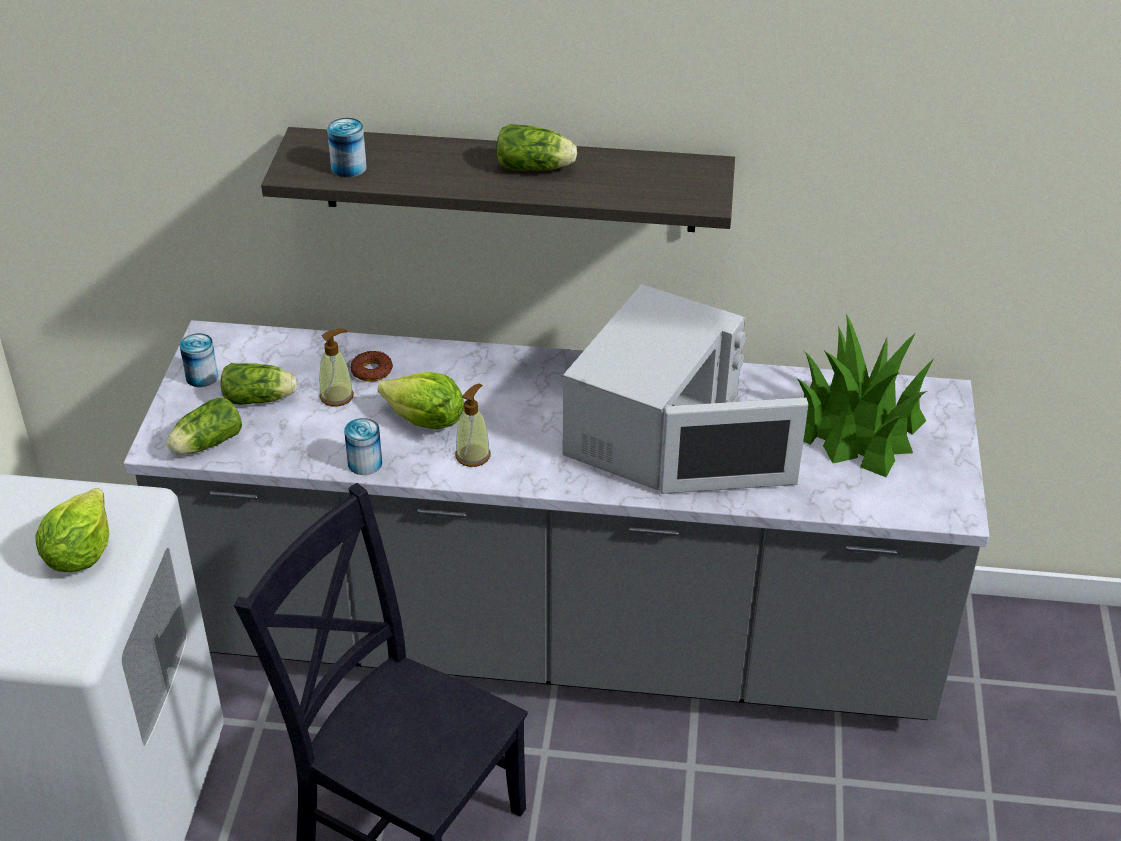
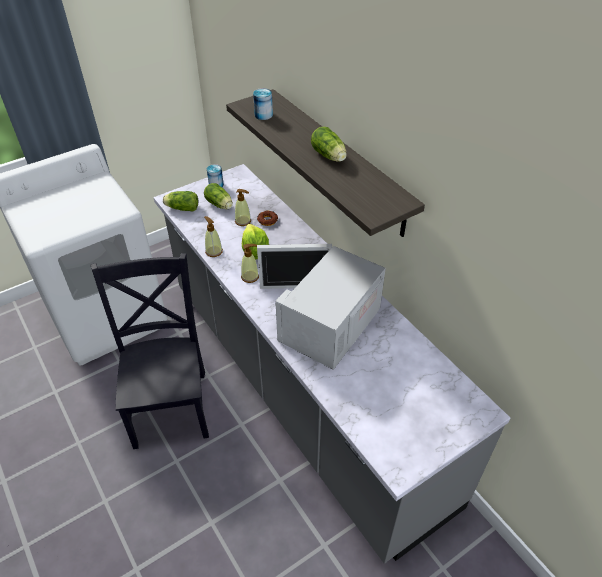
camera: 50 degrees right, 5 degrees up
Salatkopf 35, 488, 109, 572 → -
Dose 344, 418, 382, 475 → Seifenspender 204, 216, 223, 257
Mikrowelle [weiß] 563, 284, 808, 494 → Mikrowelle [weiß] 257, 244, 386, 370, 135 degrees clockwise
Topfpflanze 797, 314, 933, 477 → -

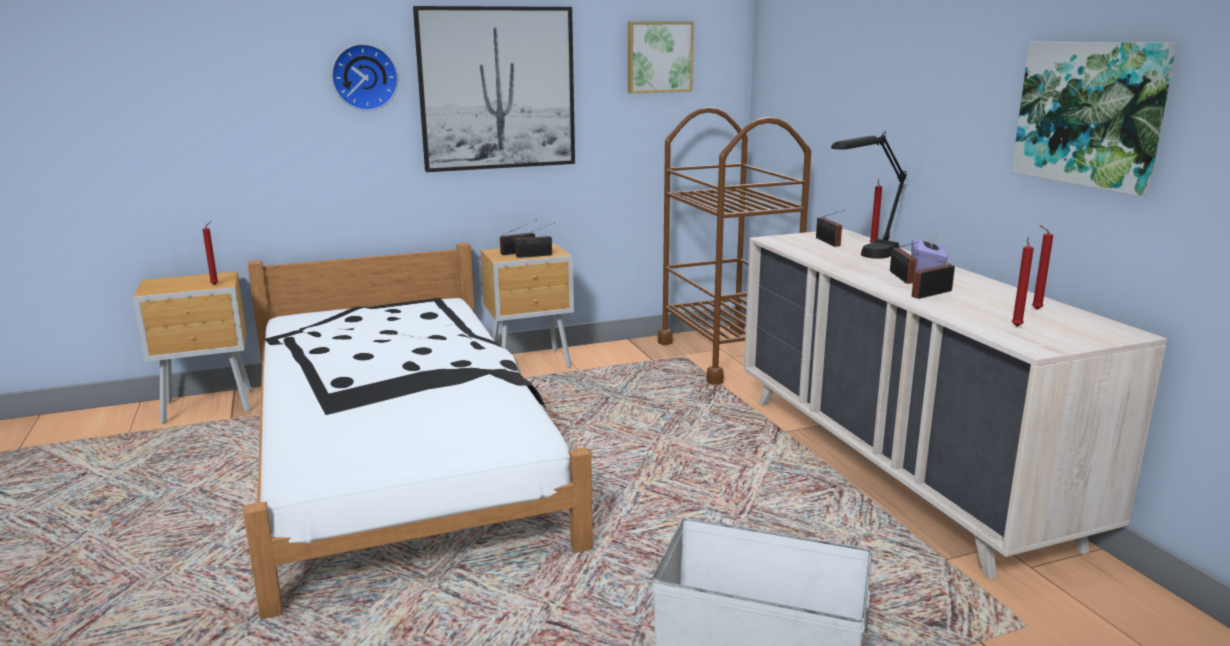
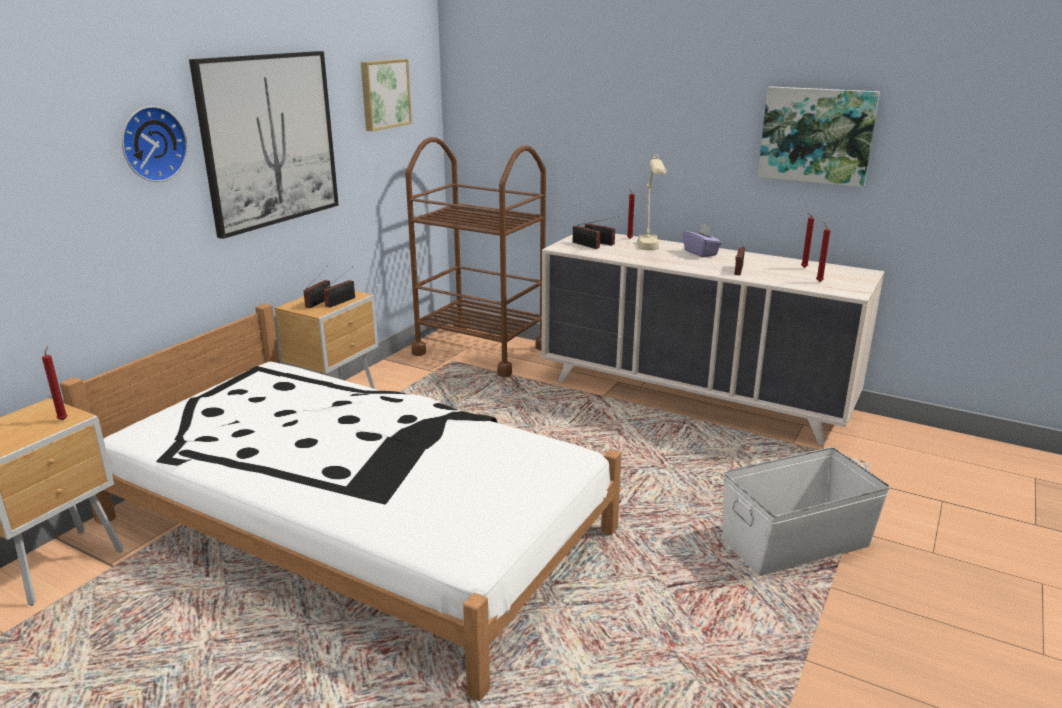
camera: 40 degrees left, 5 degrees up
Tischlampe [schwarz] 831, 132, 906, 259 → Tischlampe [beige] 637, 154, 666, 250
Radio 890, 241, 919, 283 → Radio 573, 220, 601, 249, moved

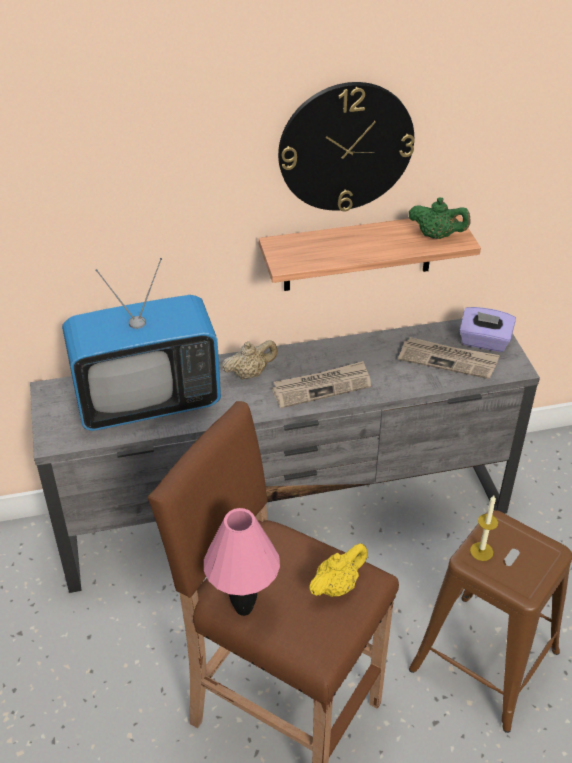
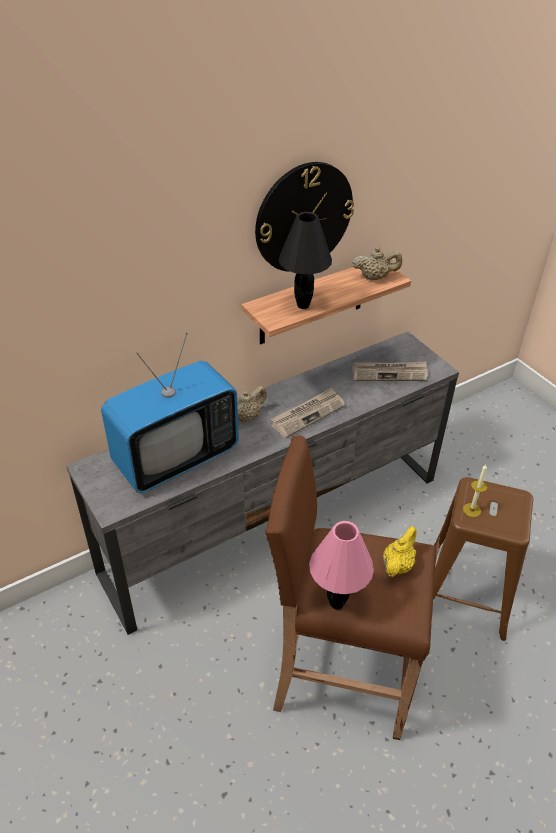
camera: 20 degrees left, 0 degrees up
Teekanne [grün] 408, 197, 471, 239 → Teekanne [beige] 352, 247, 402, 280
Taschentuchbox [lila] 459, 307, 516, 352 → -
- → Tischlampe [schwarz] 279, 212, 332, 309

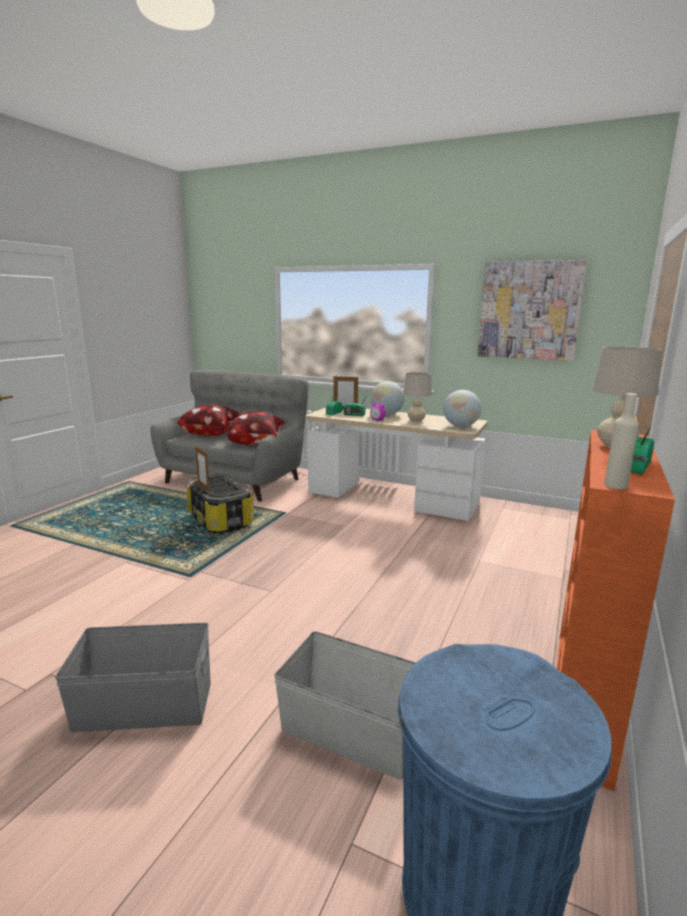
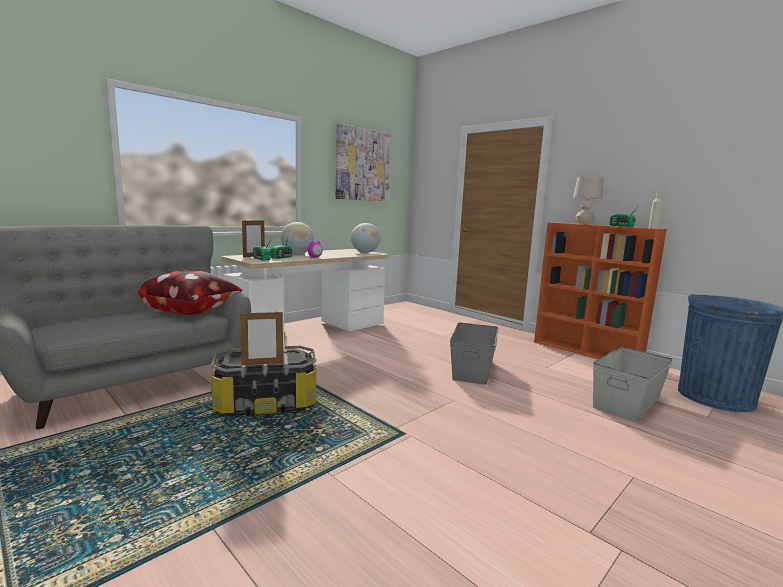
camera: 70 degrees left, 5 degrees down
Aufbewahrungsbox [grau] 55, 623, 211, 732 → Aufbewahrungsbox [grau] 450, 322, 498, 385, moved
Kissen 177, 404, 239, 436 → -
Tischlampe [beige] 403, 372, 432, 422 → -

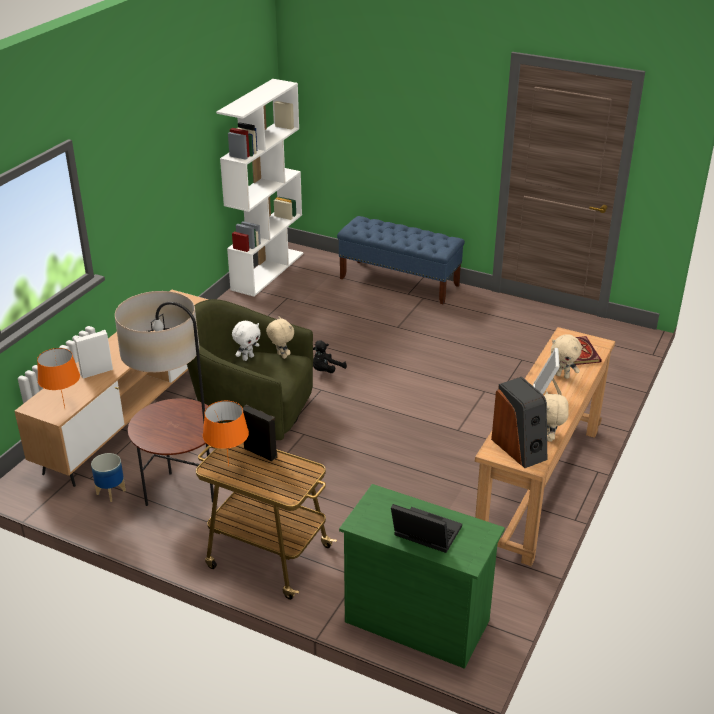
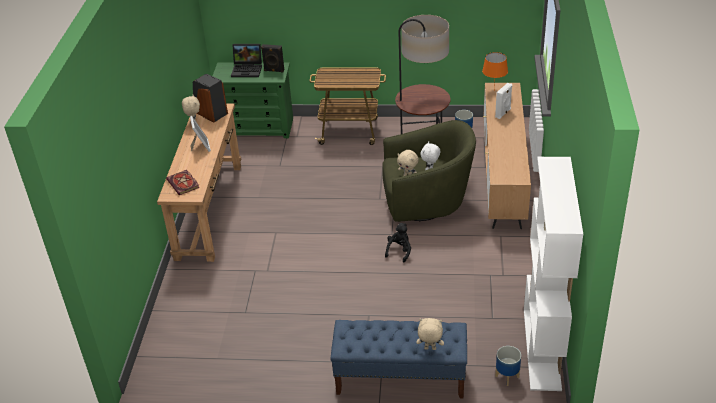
camera: 160 degrees right, 5 degrees up
Tischlampe [orange] 203, 401, 249, 466 → -
Lautsprecher [schwarz] 243, 405, 277, 461 → Lautsprecher [schwarz] 261, 44, 284, 72, moved
Plüschtier [beige] 551, 334, 582, 379 → Plüschtier [beige] 417, 318, 444, 350, moved
- → Pflanzkübel 495, 346, 521, 386

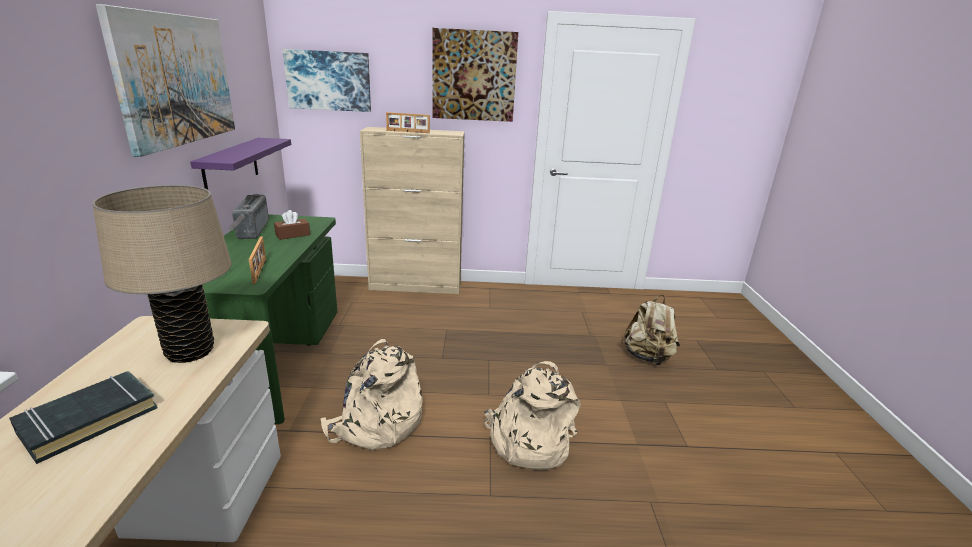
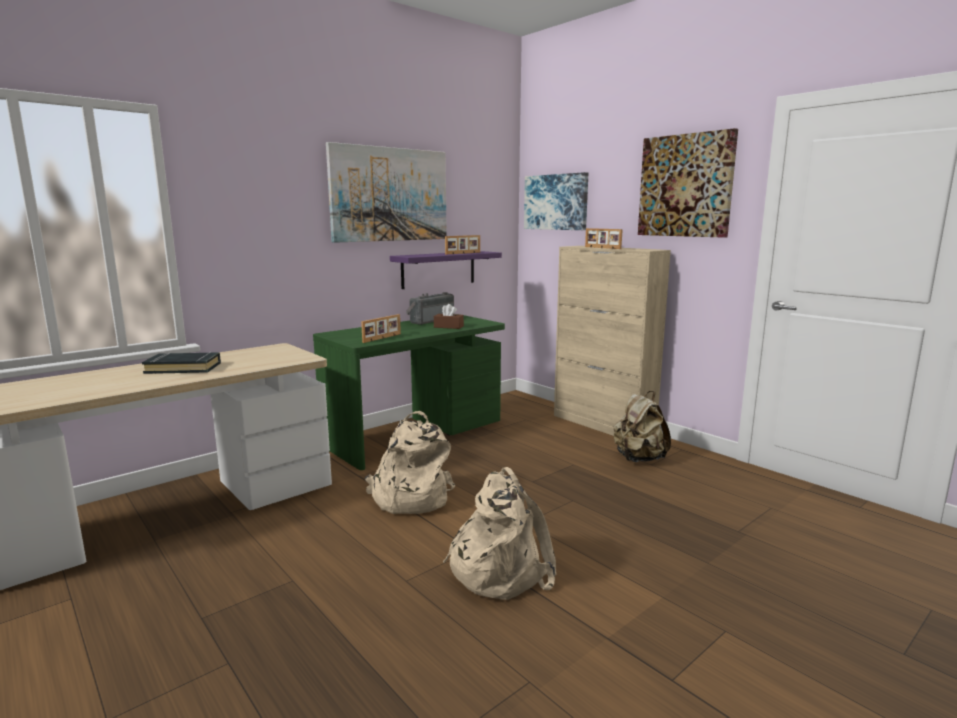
camera: 50 degrees right, 10 degrees down
Tischlampe [beige] 92, 185, 232, 363 → -
Rucksack [beige] 621, 295, 680, 365 → Rucksack [beige] 613, 391, 671, 462, moved
- → Bilderrahmen 445, 235, 480, 254

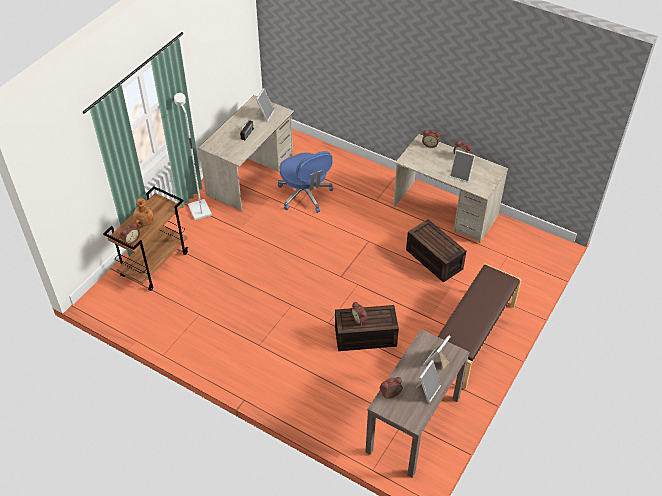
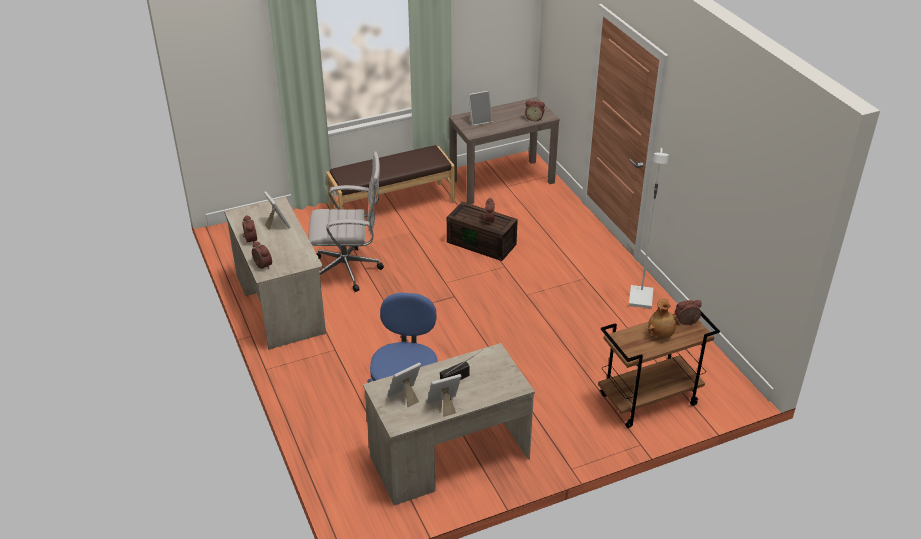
camera: 145 degrees left, 10 degrees down
Stehlampe [weiß] 174, 93, 212, 220 → Stehlampe [weiß] 629, 148, 669, 309, moved
Aufbewahrungsbox [braun] 406, 219, 466, 282 → Bürostuhl [weiß] 309, 152, 384, 292
Bilderrahmen 415, 360, 441, 403 → Bilderrahmen 427, 374, 461, 417, moved

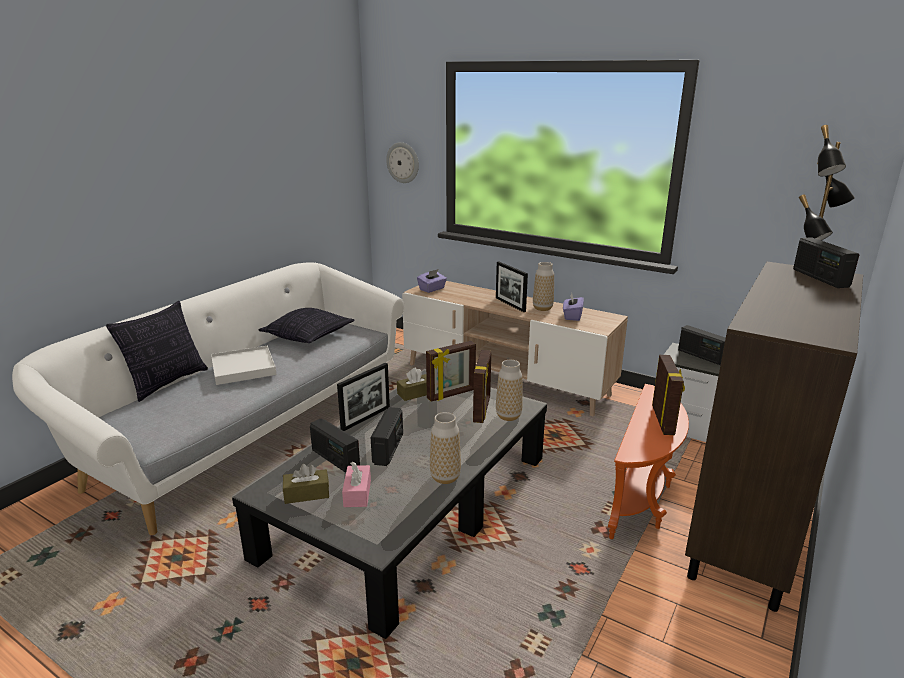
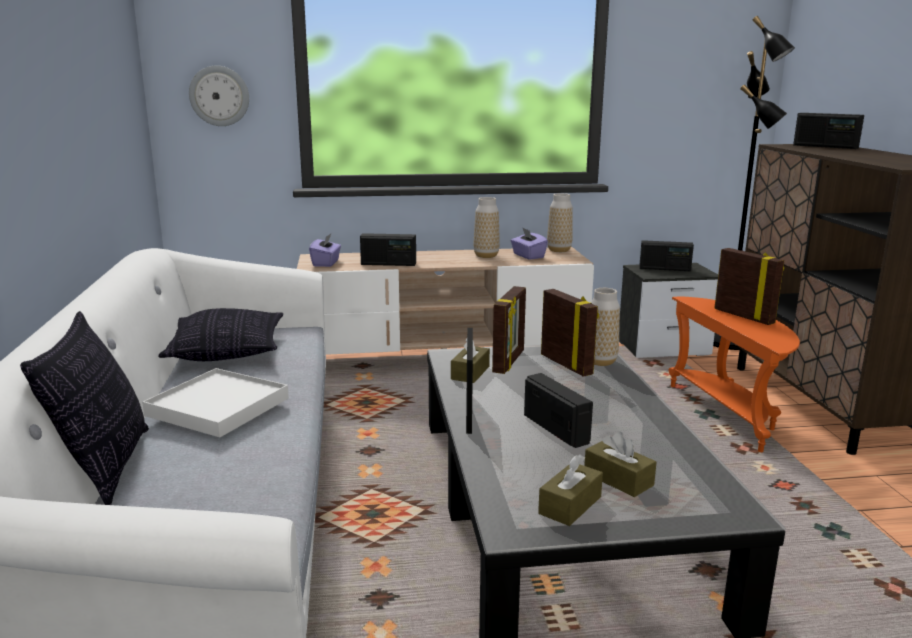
camera: 40 degrees left, 5 degrees down
Radio 310, 418, 360, 473 → Radio 360, 233, 416, 266, moved
Taschentuchbox [rosa] 342, 462, 371, 507 → Taschentuchbox [braun] 584, 431, 656, 497
Vase 430, 412, 461, 484 → Vase 547, 193, 573, 252, moved
Bilderrahmen 496, 261, 528, 312 → -

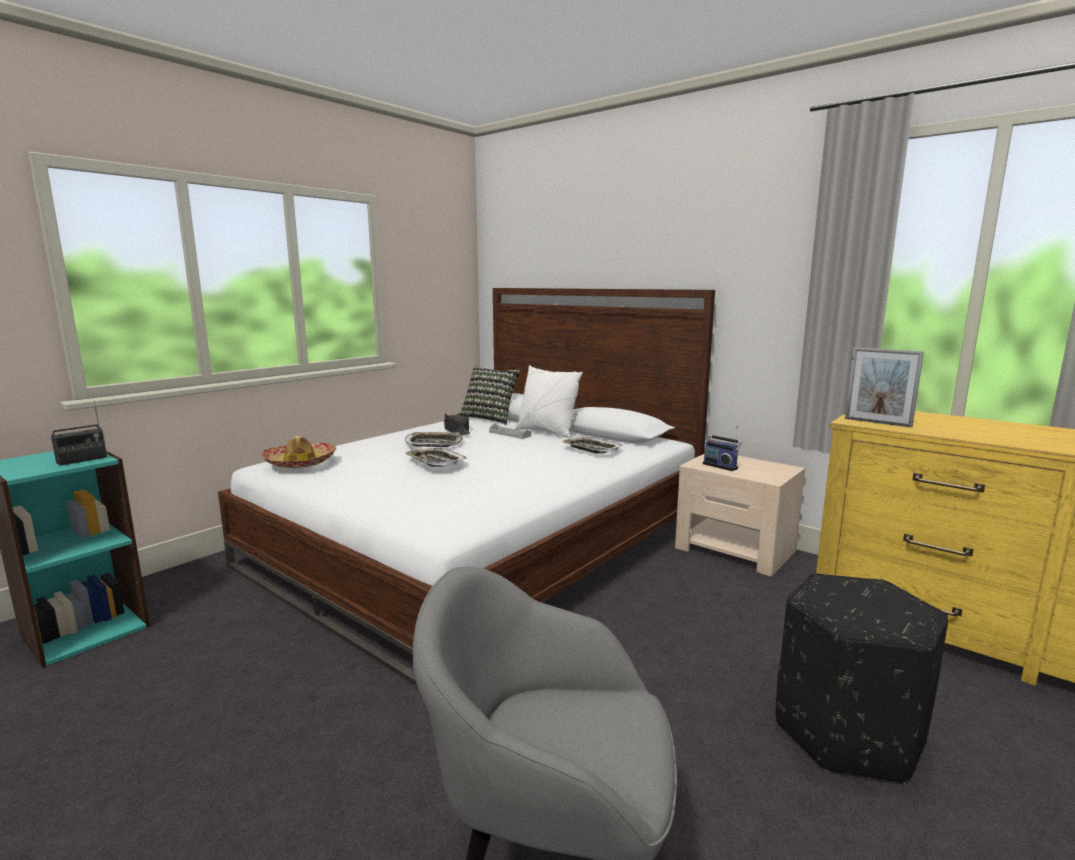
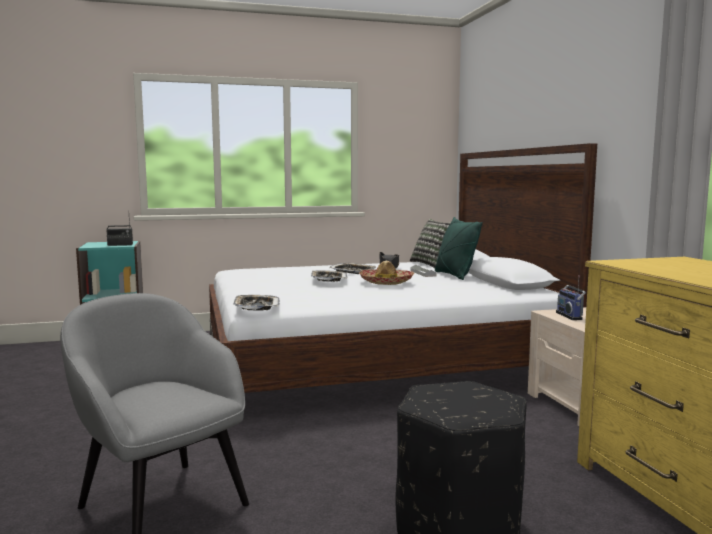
camera: 35 degrees right, 5 degrees down
Hut 261, 436, 336, 468 → Hut 359, 261, 414, 285, moved
Kissen [weiß] 515, 365, 583, 438 → Kissen [grün] 435, 217, 483, 280
Tablett 562, 437, 622, 453 → Tablett 234, 295, 280, 311, moved
Bilderrahmen 845, 347, 924, 427 → -

